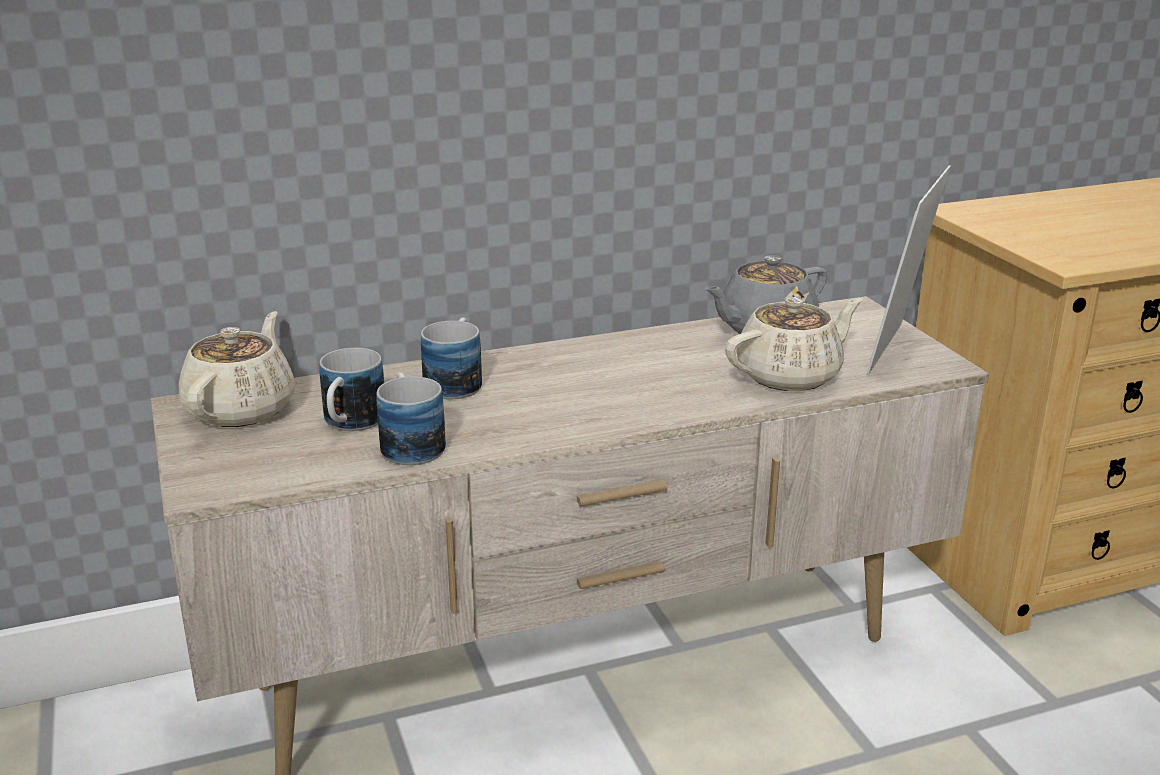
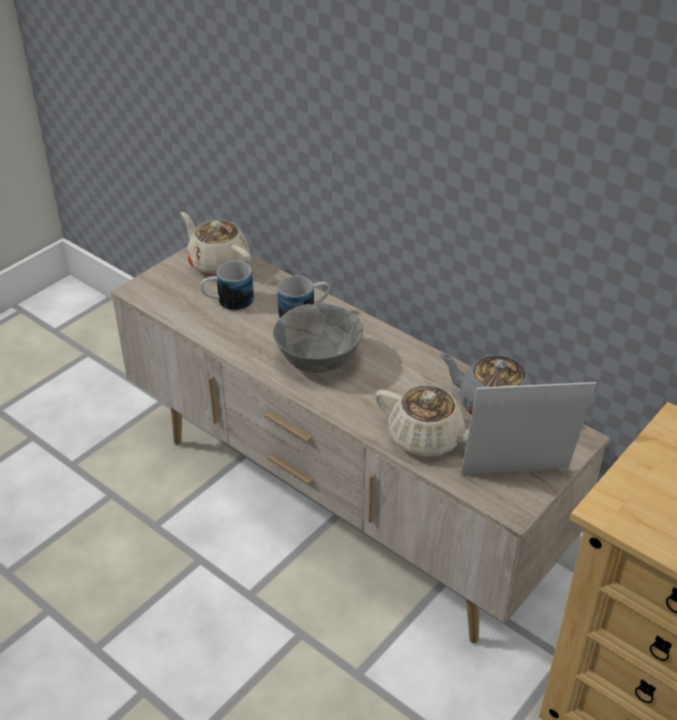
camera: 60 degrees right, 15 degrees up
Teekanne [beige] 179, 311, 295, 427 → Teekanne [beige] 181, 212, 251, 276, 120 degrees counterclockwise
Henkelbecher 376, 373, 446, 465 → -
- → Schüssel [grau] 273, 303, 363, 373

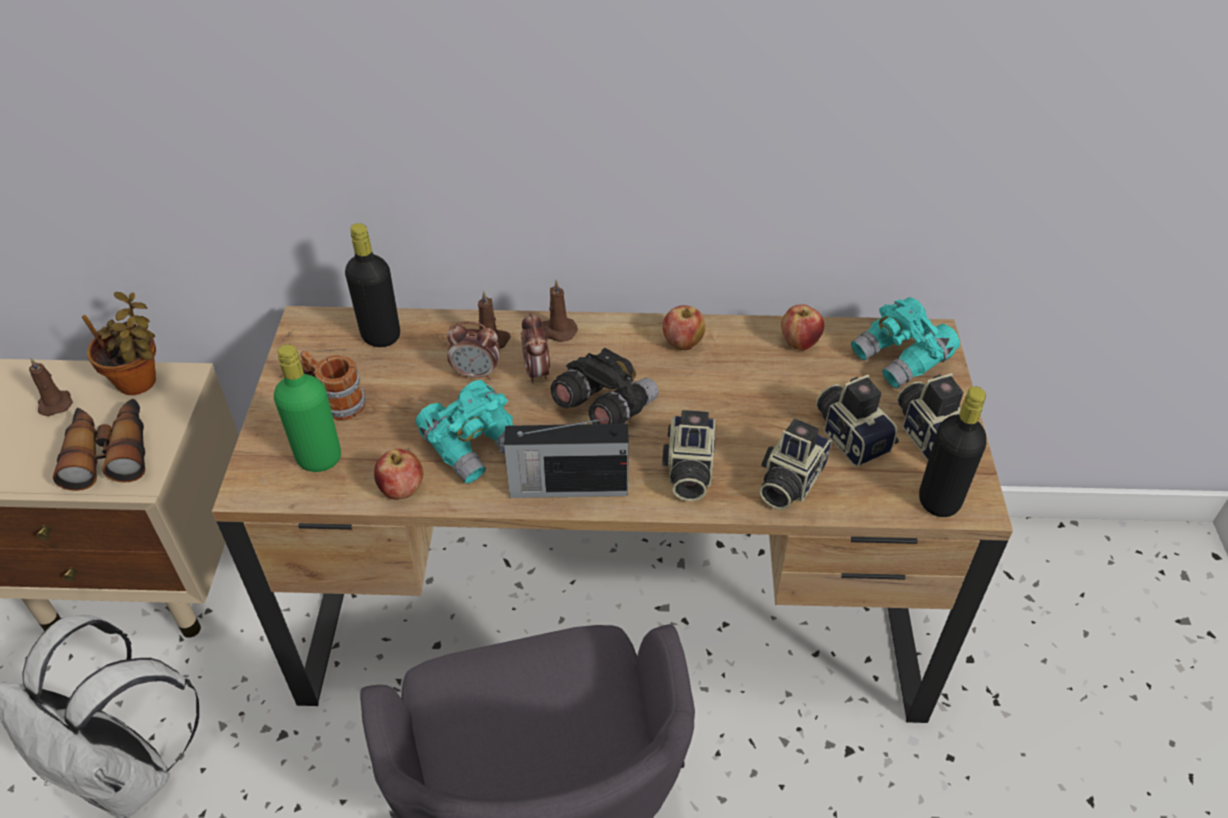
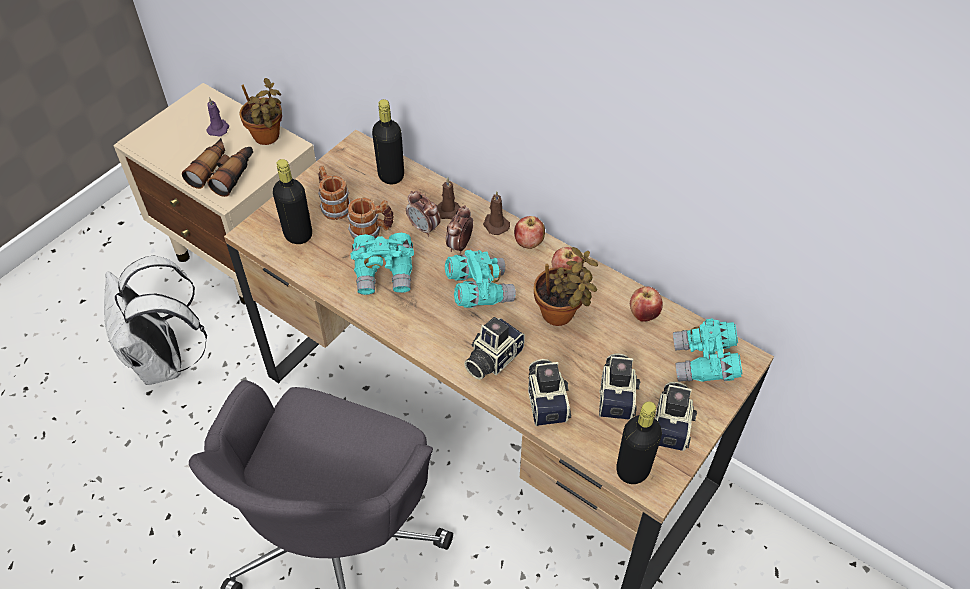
camera: 35 degrees right, 5 degrees up
Kerze [braun] 29, 358, 73, 416 → Kerze [lila] 207, 97, 229, 137
Flasche [grün] 274, 344, 341, 472 → Flasche [schwarz] 273, 159, 312, 244
Apfel 374, 449, 423, 500 → Apfel 514, 216, 545, 249, moved
Radio 500, 417, 629, 498 → -
Fernglas [schwarz] 551, 348, 658, 424 → Fernglas [türkis] 445, 250, 516, 308
Kamera 759, 419, 832, 510 → Kamera 528, 359, 571, 426, 105 degrees clockwise
- → Henkelbecher 347, 198, 394, 239
- → Topfpflanze 534, 247, 598, 326

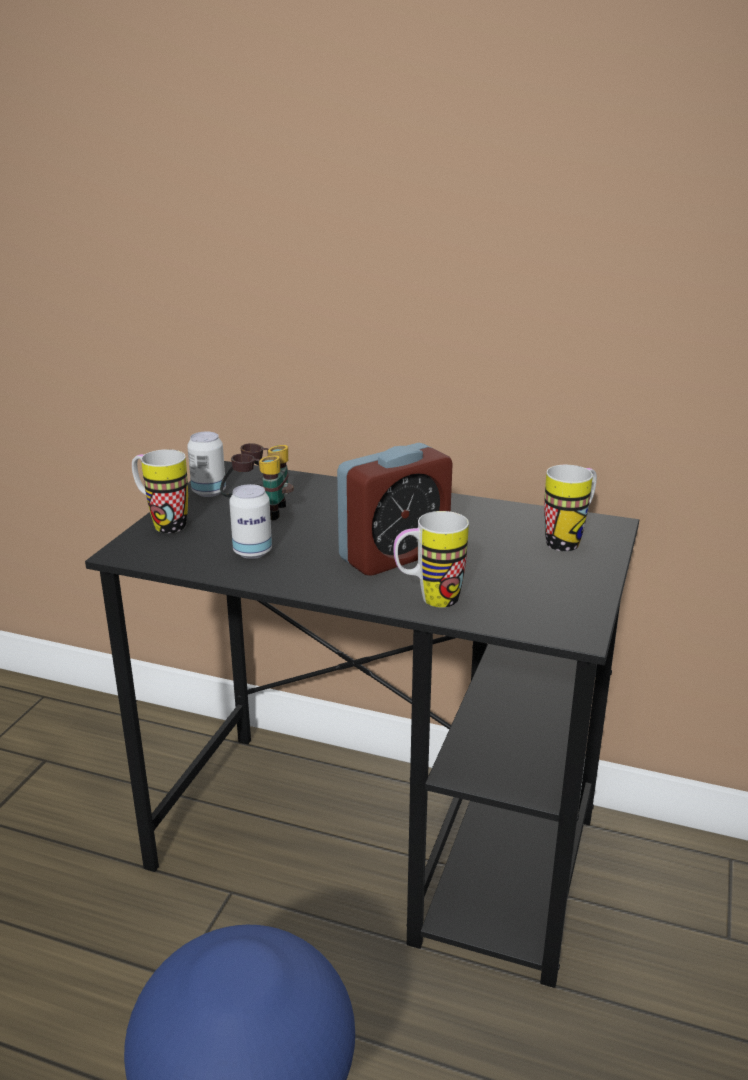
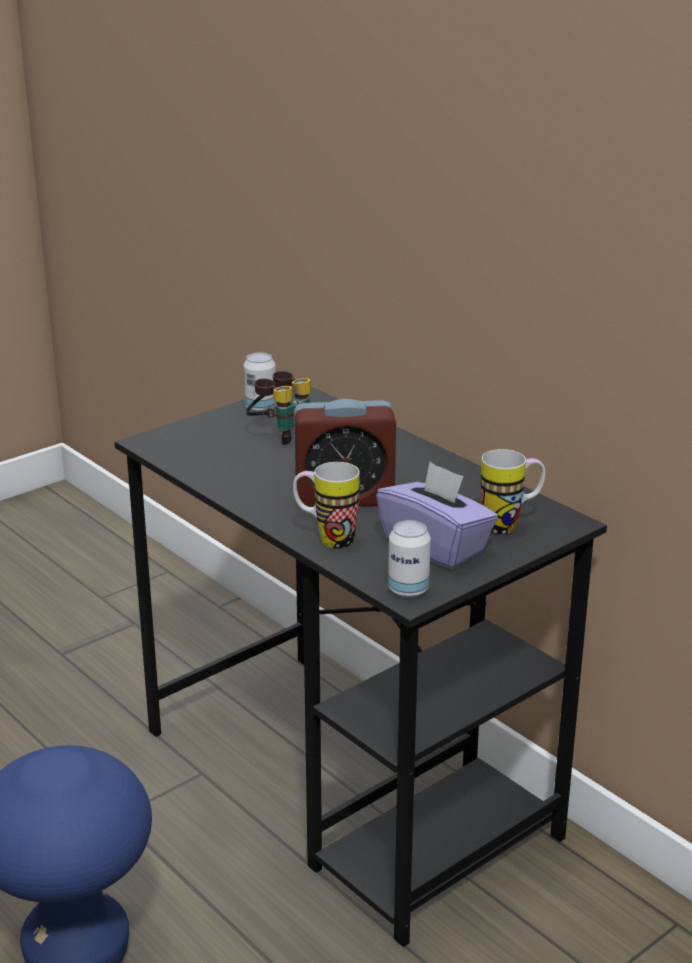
camera: 30 degrees right, 0 degrees up
Henkelbecher 132, 449, 188, 533 → -
Dose 229, 484, 272, 559 → Dose 388, 520, 431, 598, moved
- → Taschentuchbox [lila] 376, 462, 498, 569

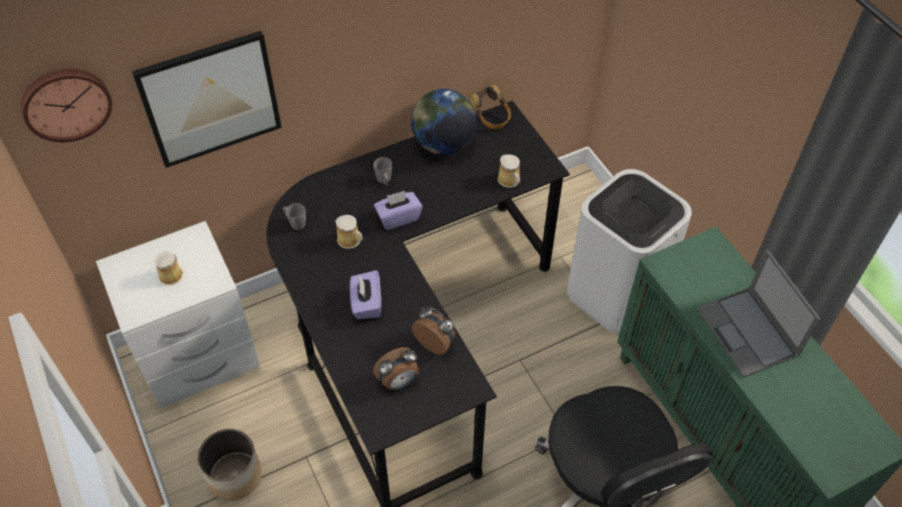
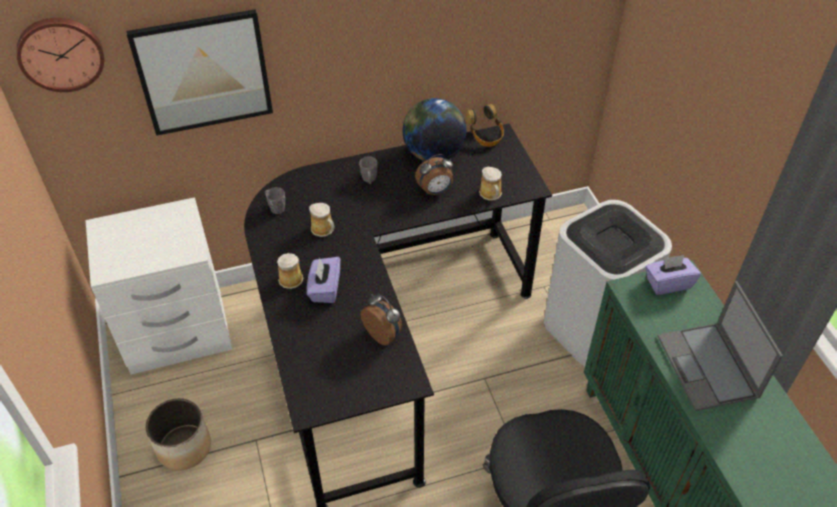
camera: 10 degrees right, 5 degrees down
Henkelbecher 154, 252, 183, 285 → Henkelbecher 277, 253, 303, 289, moved
Wecker 373, 347, 419, 390 → Wecker 415, 154, 453, 195, moved
Taschentuchbox [lila] 374, 191, 423, 230 → Taschentuchbox [lila] 645, 255, 701, 295, moved

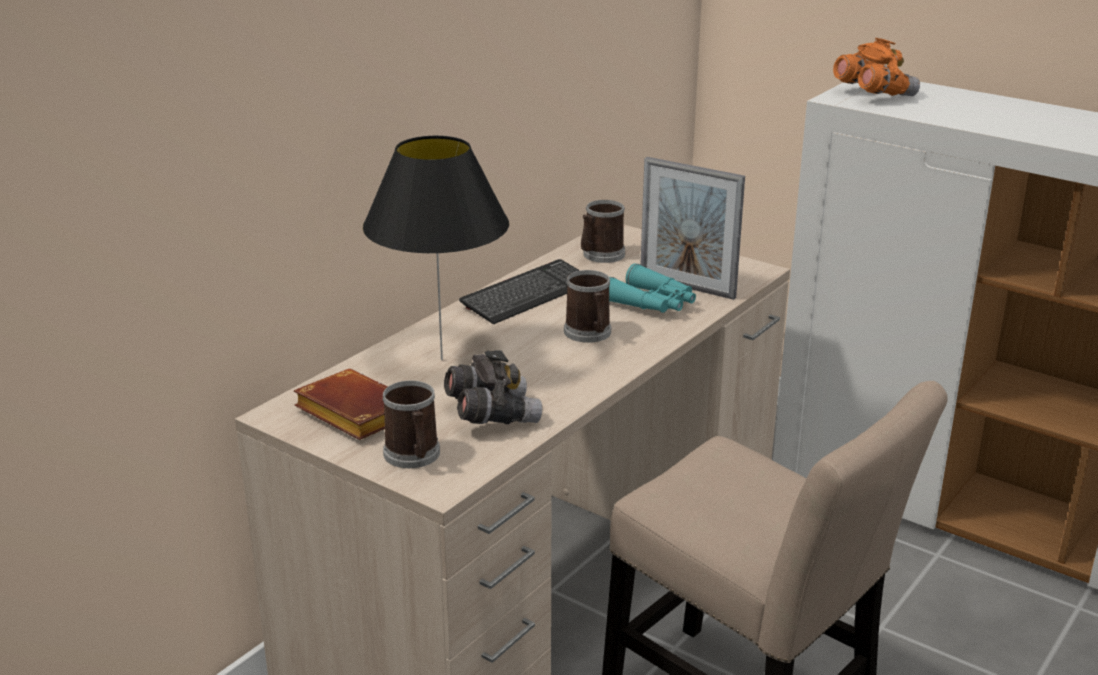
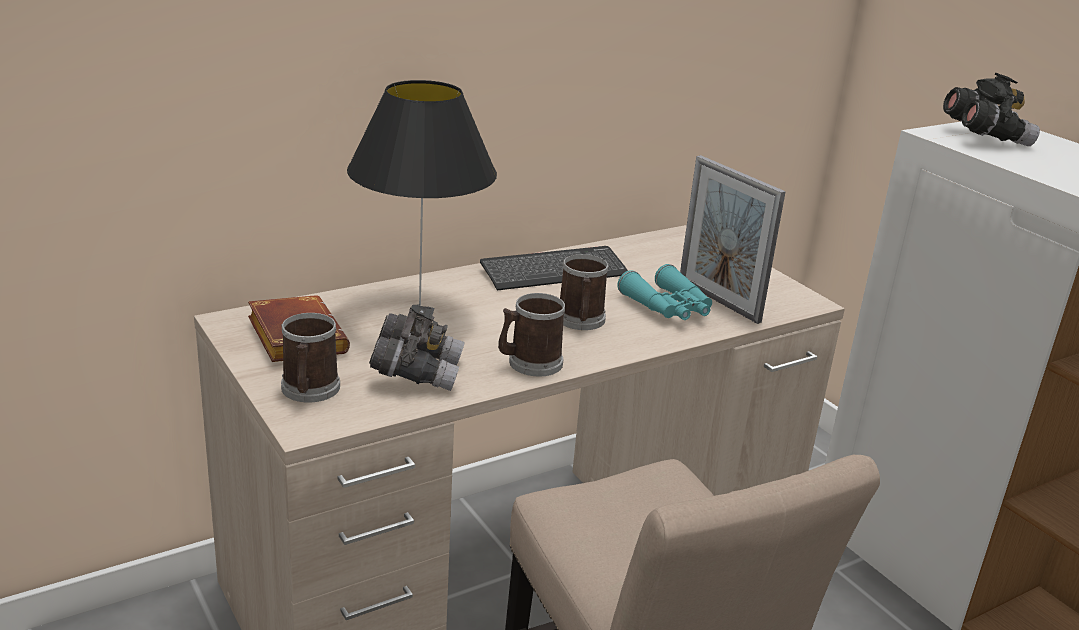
camera: 20 degrees right, 0 degrees up
Henkelbecher 581, 200, 625, 263 → Henkelbecher 498, 293, 565, 376, moved
Fernglas [orange] 833, 38, 920, 96 → Fernglas [schwarz] 943, 73, 1040, 146

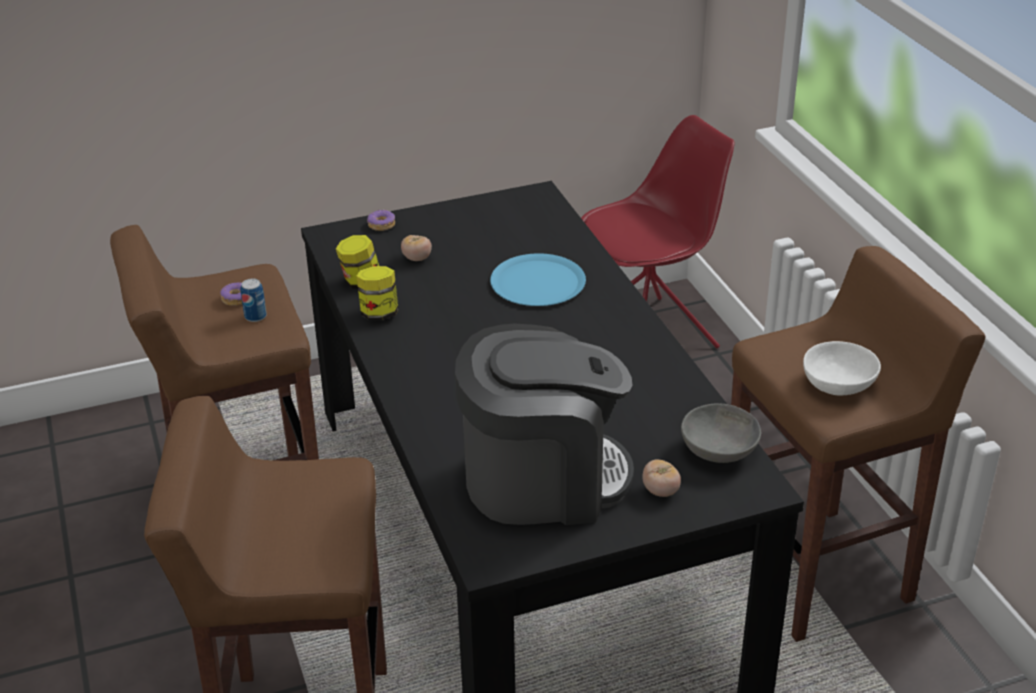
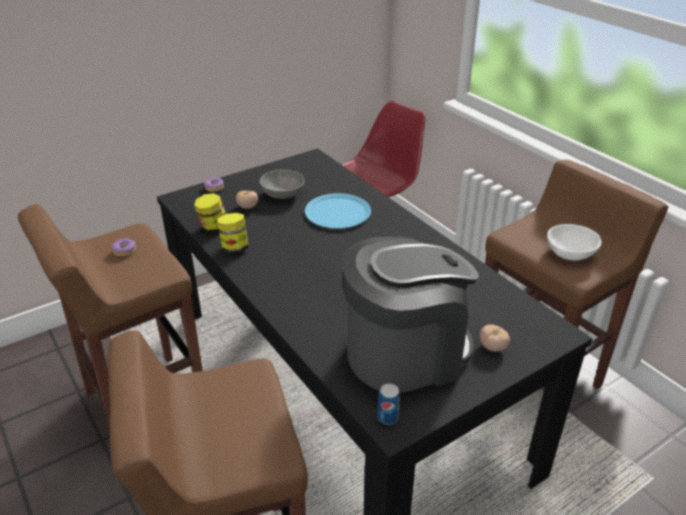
camera: 15 degrees left, 0 degrees up
Dose 241, 279, 267, 322 → Dose 377, 383, 400, 425, moved
Schüssel [grau] 681, 404, 761, 463 → Schüssel [grau] 260, 169, 305, 199, moved

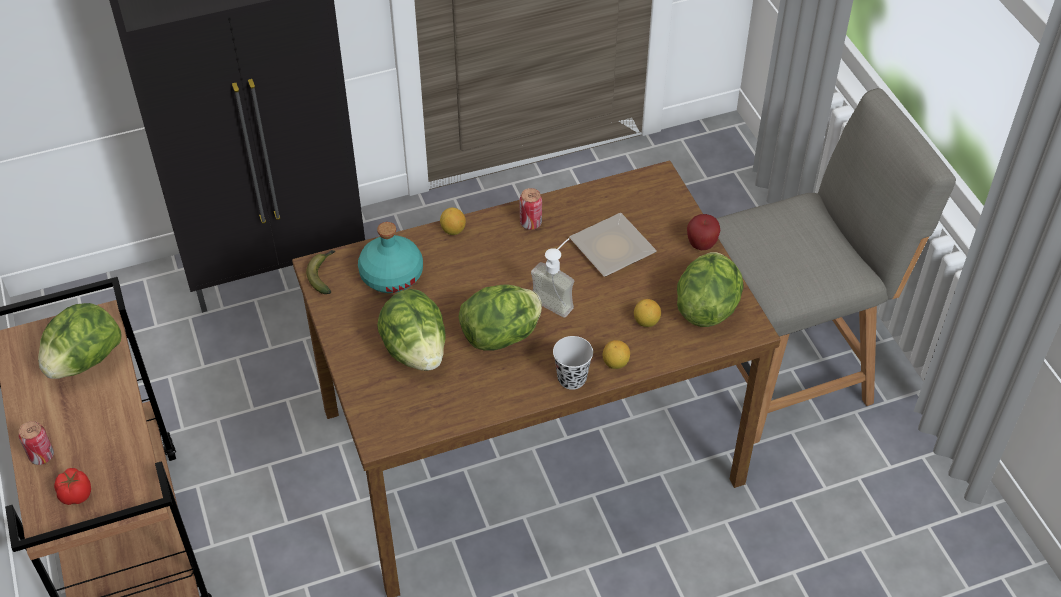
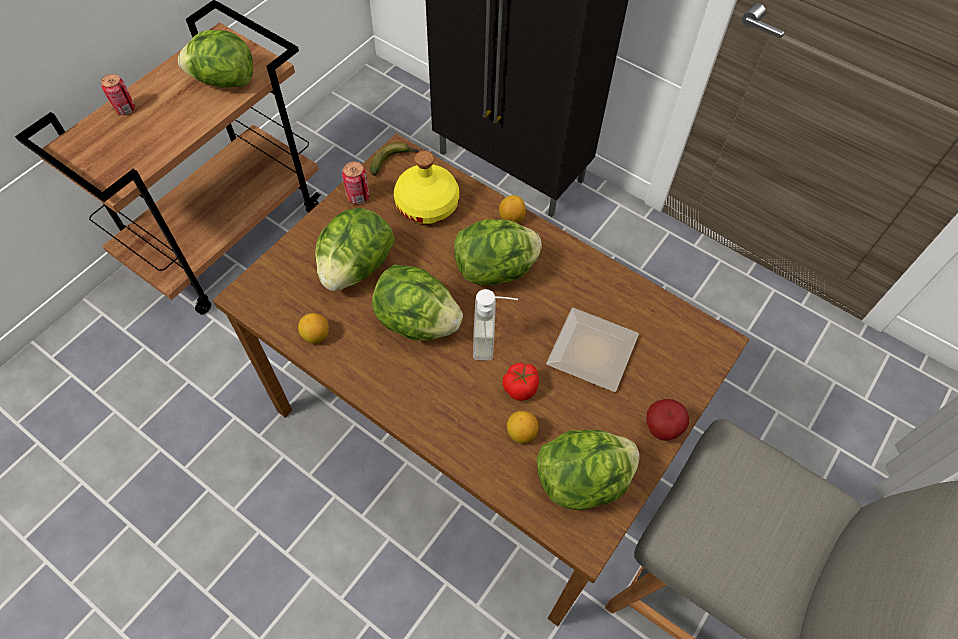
camera: 55 degrees right, 10 degrees up
Tomate 54, 468, 91, 505 → Tomate 503, 362, 539, 401, moved
Flasche [türkis] 358, 222, 423, 293 → Flasche [gelb] 394, 151, 459, 224
Dose 519, 188, 542, 230 → Dose 342, 161, 369, 204, moved
Tasse [schwarz] 553, 336, 593, 390 → -
Zitrone 603, 340, 630, 369 → Zitrone 298, 313, 329, 344, moved
- → Salatkopf 454, 219, 542, 285

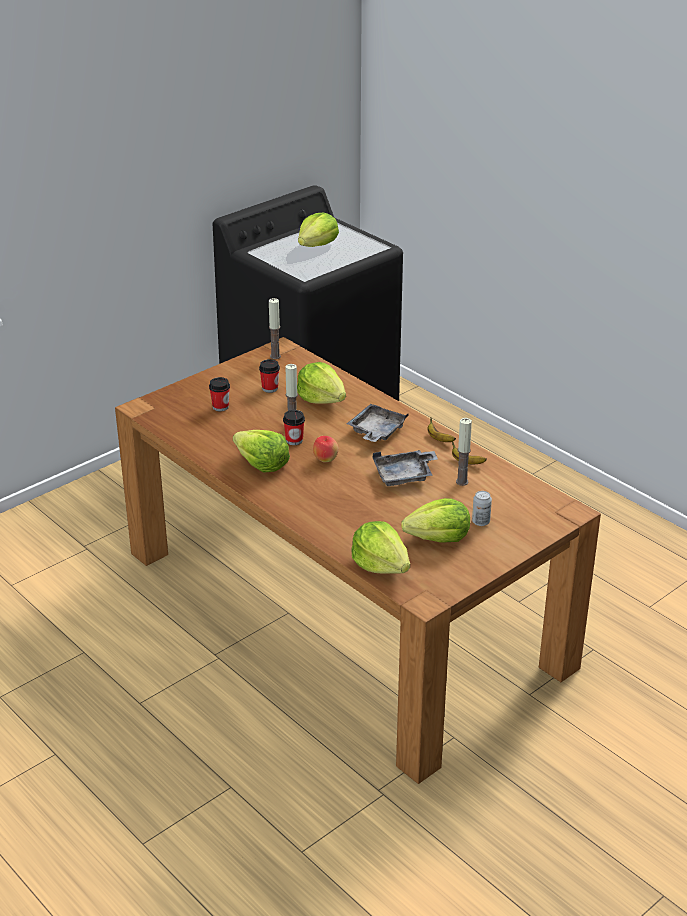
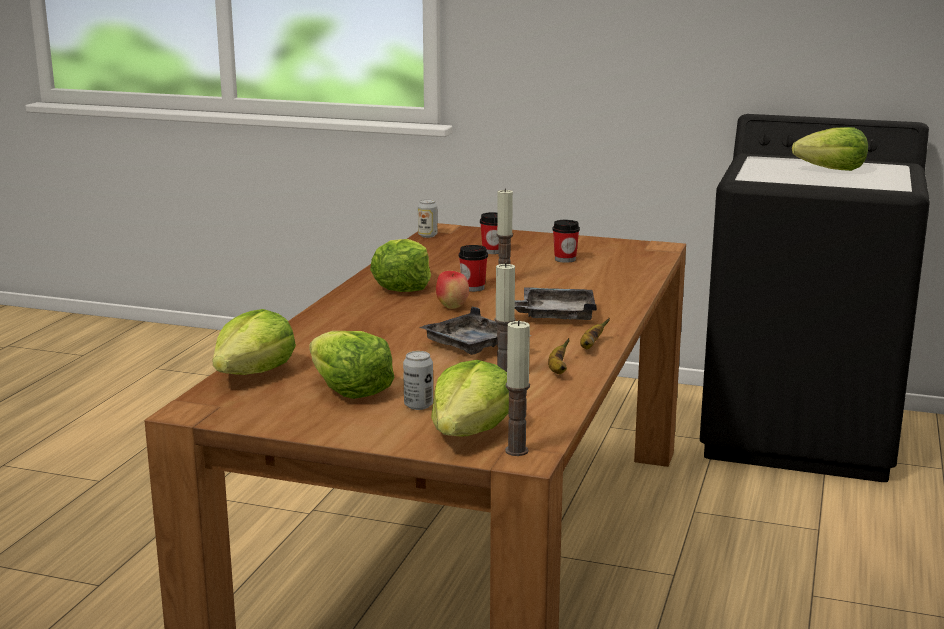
camera: 60 degrees right, 15 degrees down
Kerze 269, 298, 281, 359 → Kerze 505, 320, 530, 456, moved
Salatkopf 297, 362, 346, 404 → Salatkopf 431, 360, 509, 436, moved
- → Dose 418, 199, 437, 238

